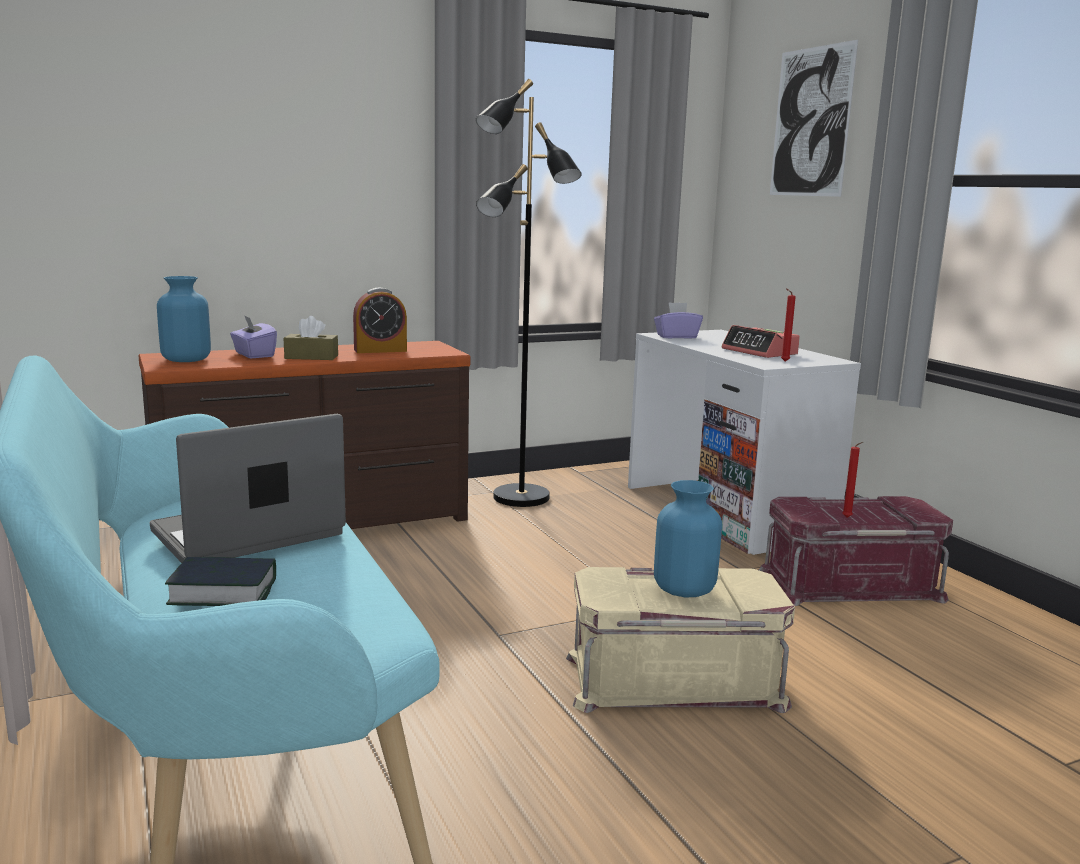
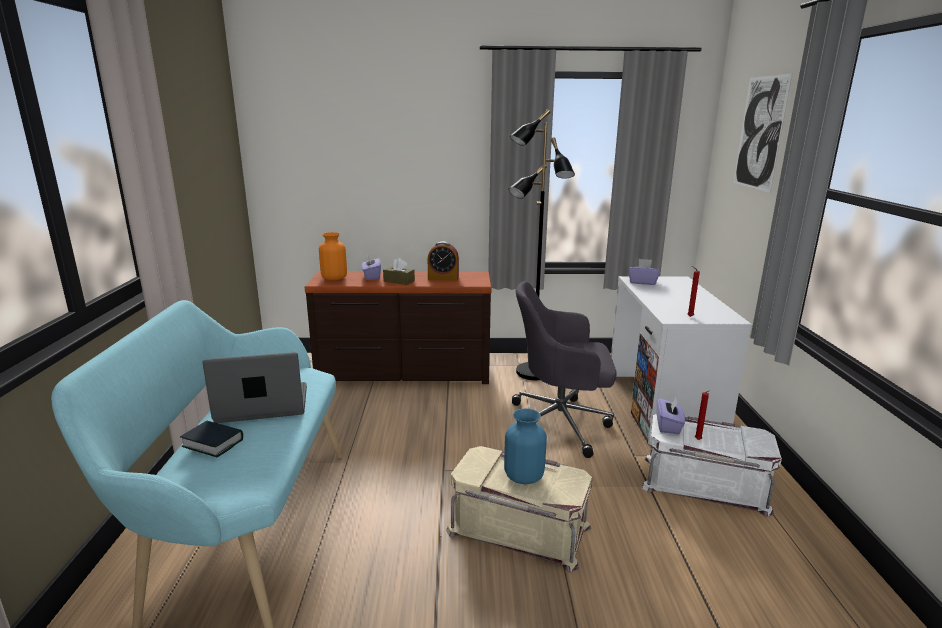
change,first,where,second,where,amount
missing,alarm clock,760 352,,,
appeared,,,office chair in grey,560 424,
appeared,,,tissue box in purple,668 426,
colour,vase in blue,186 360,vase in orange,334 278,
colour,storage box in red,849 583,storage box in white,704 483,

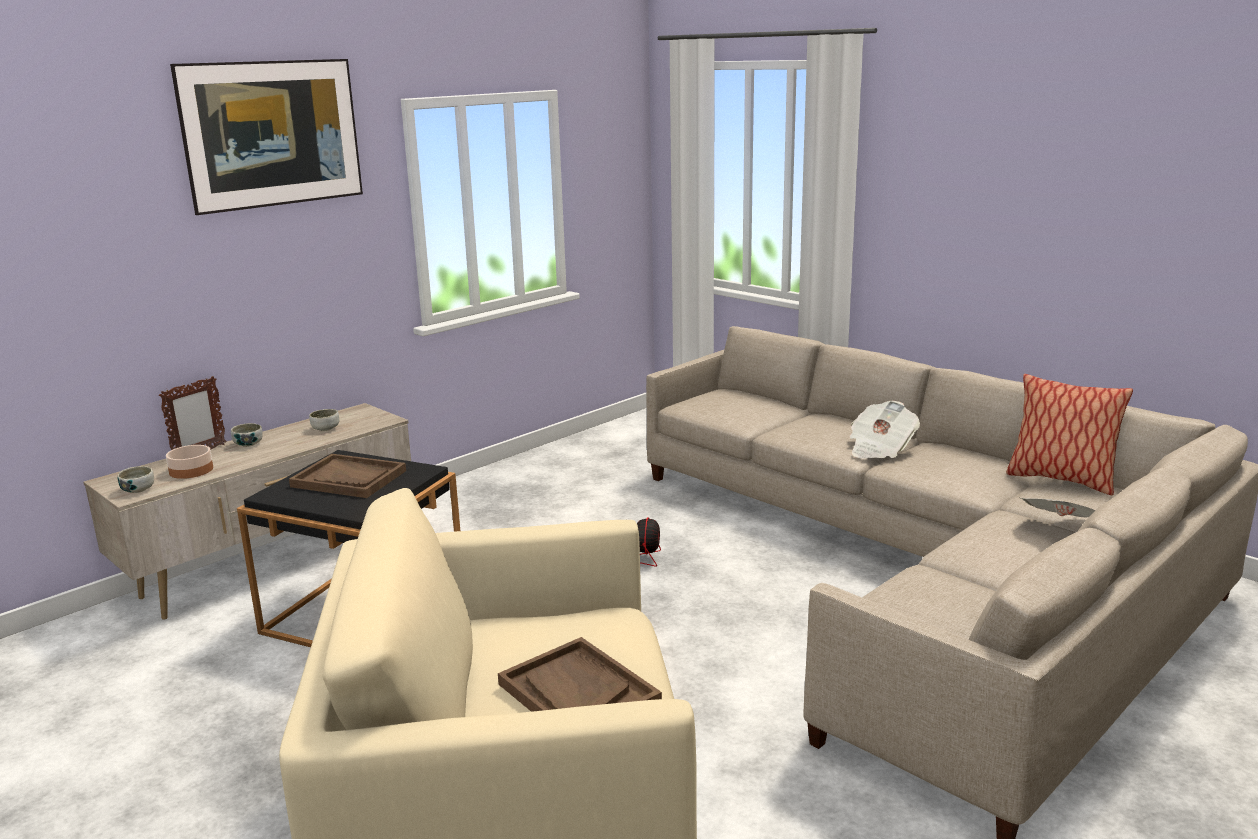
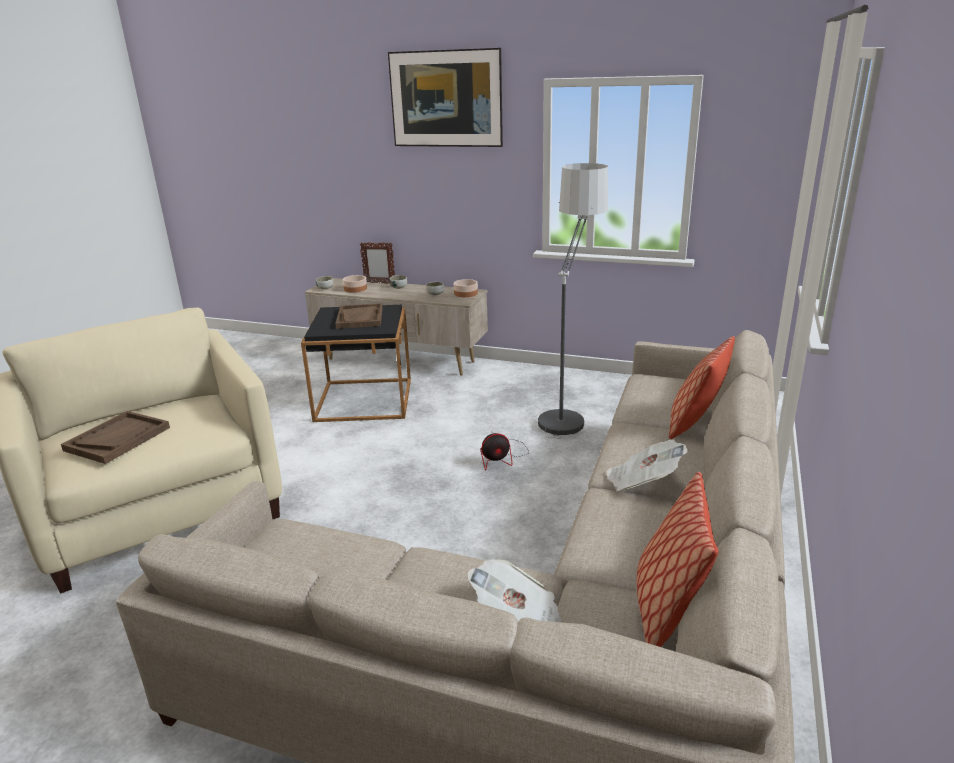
change,first,where,second,where,amount
appeared,,,bowl,465 293,
appeared,,,floor lamp,567 409,
appeared,,,pillow,696 424,

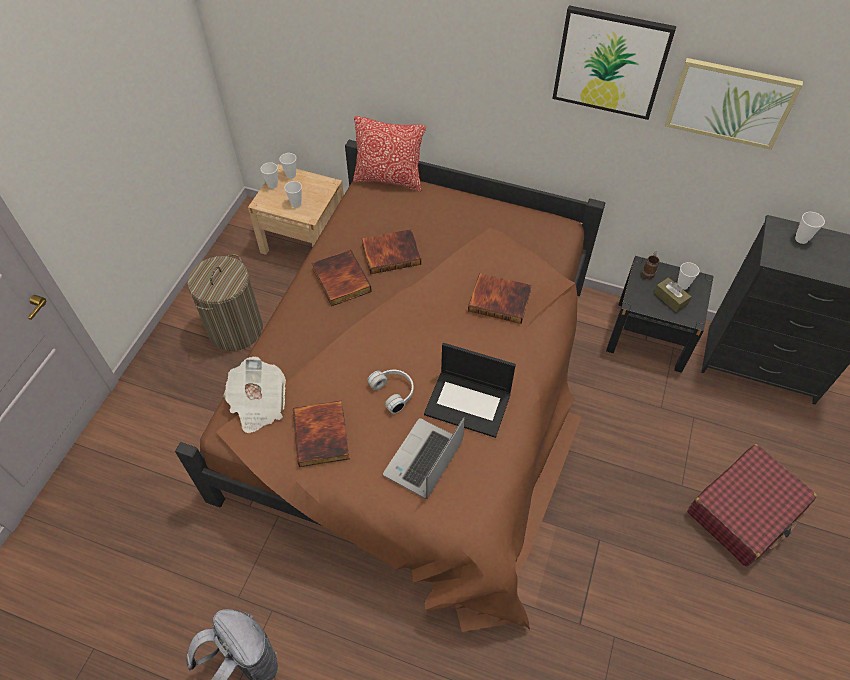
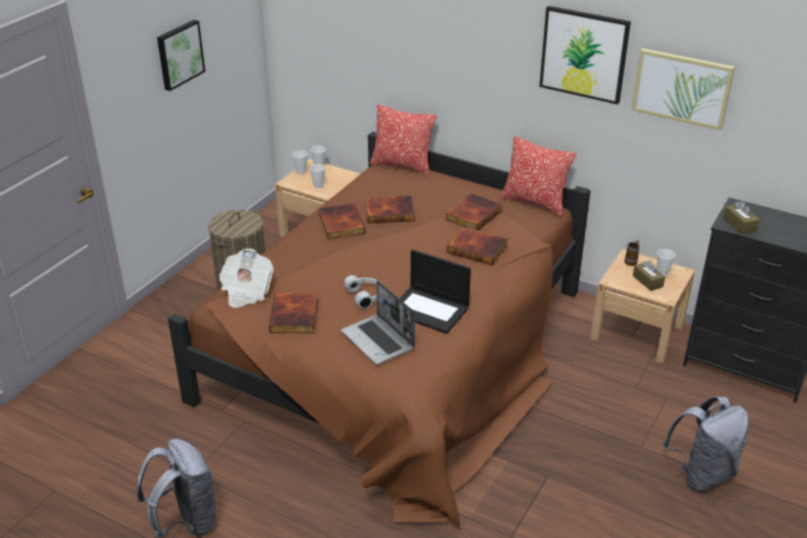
change,first,where,second,where,amount
missing,cup,801 239,,,
appeared,,,picture,179 54,
appeared,,,book,472 214,
appeared,,,pillow,534 203,
appeared,,,tissue box in brown,739 225,
exchanged,suitcase in red,745 510,backpack in grey,702 474,
colour,nightstand in black,649 335,nightstand in beige,637 332,
spun,laptop,424 460,,379 341,75 degrees counterclockwise

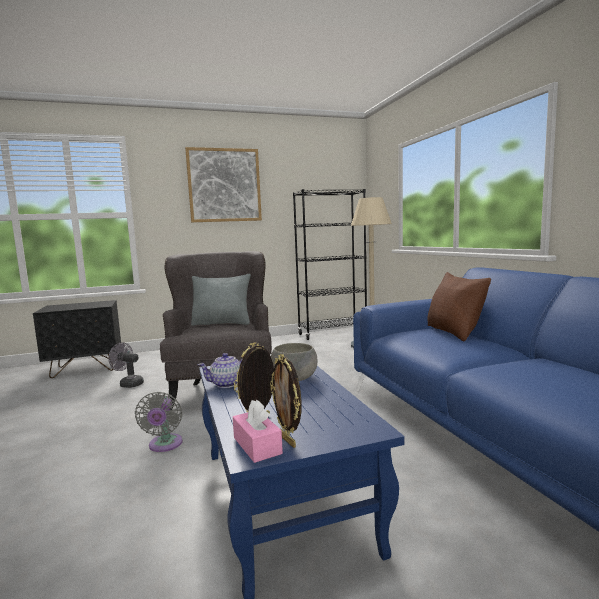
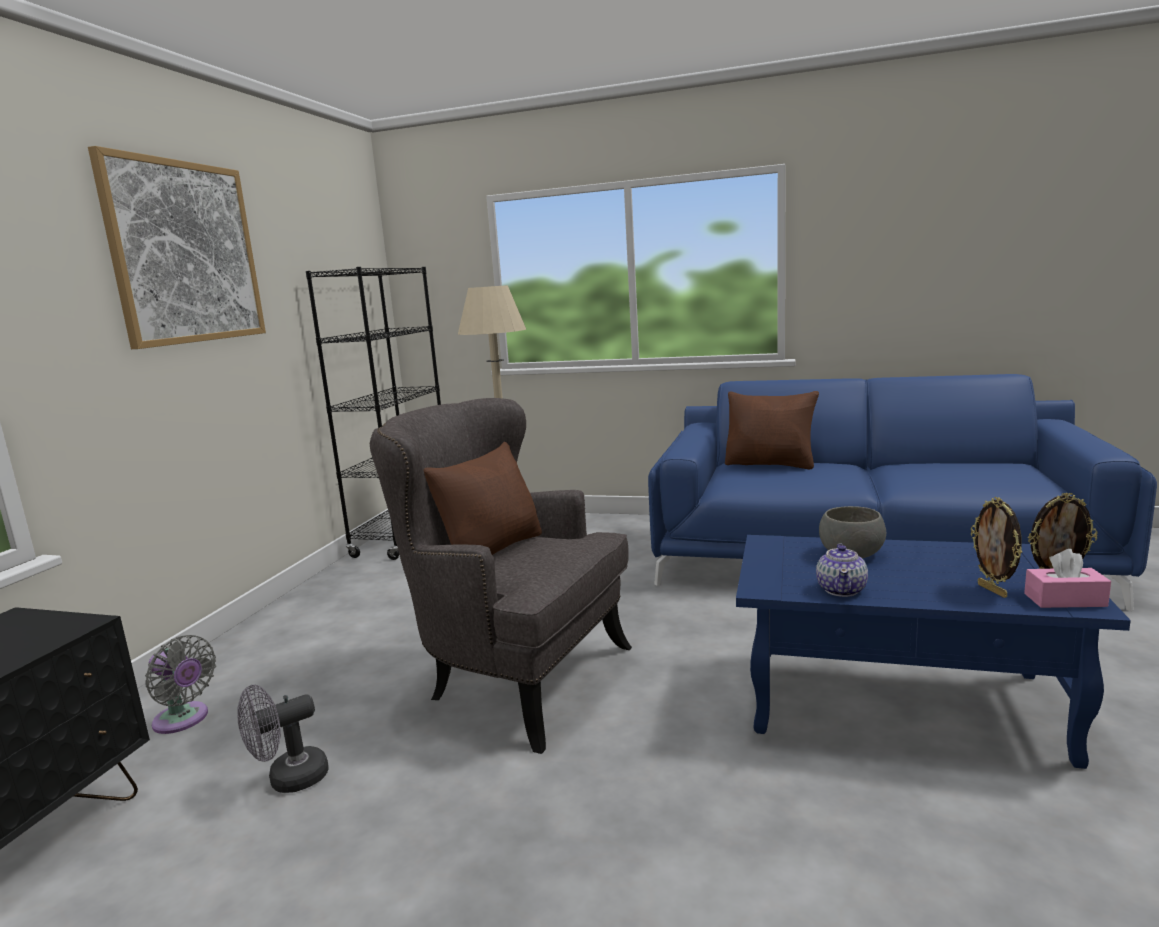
change,first,where,second,where,amount
relocated,fan in grey,164 445,,184 720,
colour,pillow in grey,222 323,pillow in brown,493 549,

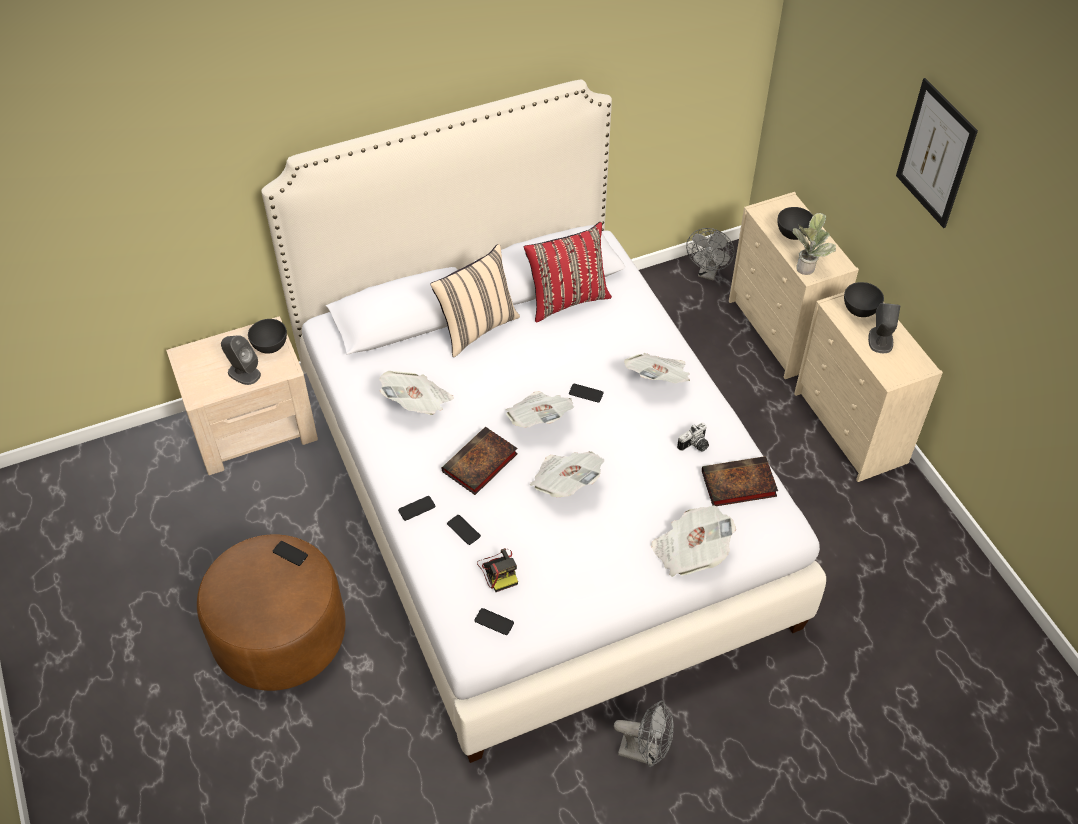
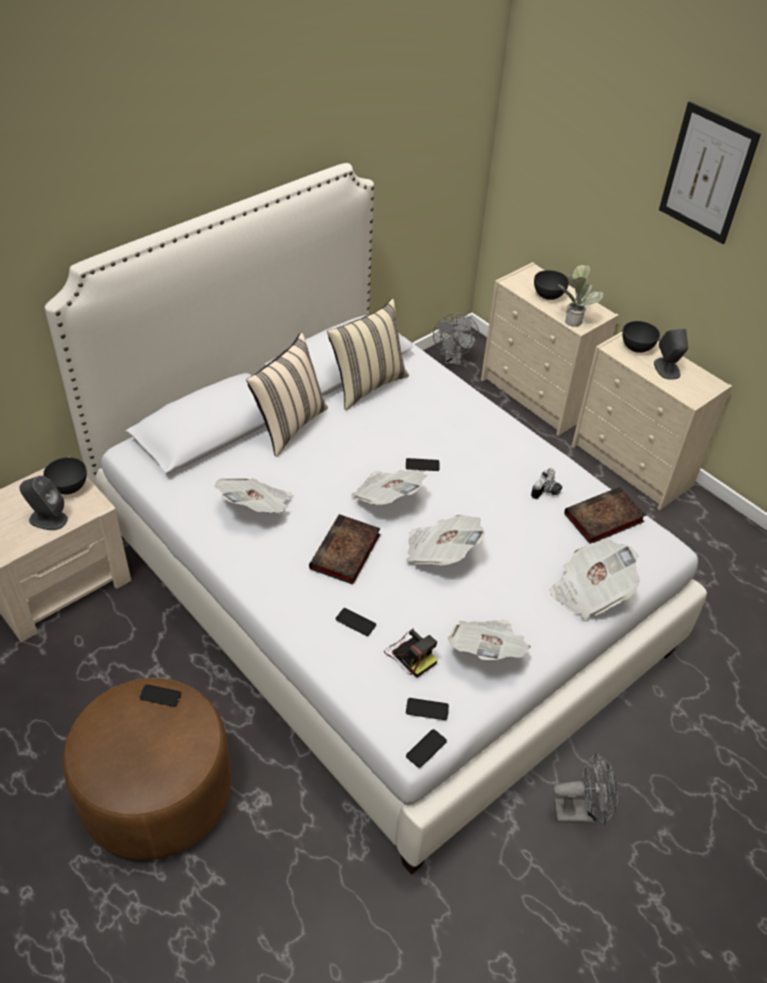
change,first,where,second,where,amount
relocated,phone,417 508,,426 748,
relocated,newspaper,658 379,,487 651,
colour,pillow in red,567 299,pillow in beige,367 385,

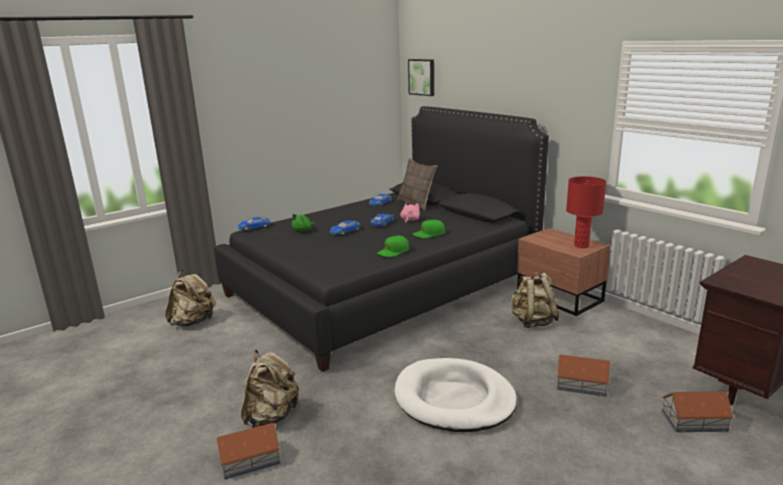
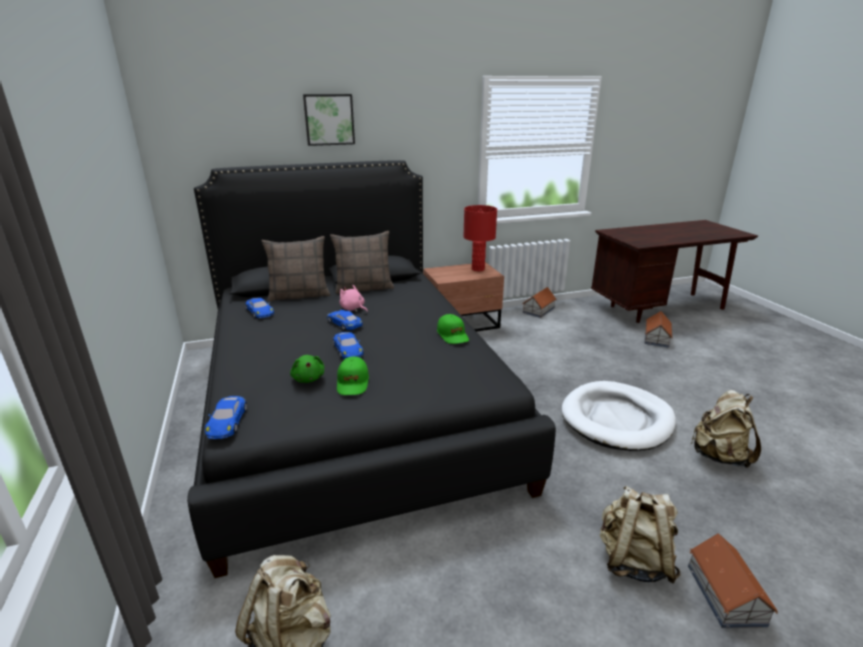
change,first,where,second,where,amount
appeared,,,pillow,364 288,
relocated,picture,422 77,,329 119,
relocated,cap in green,429 234,,353 382,
relocated,backpack in beige,532 322,,719 455,
relocated,toy house,582 384,,539 310,

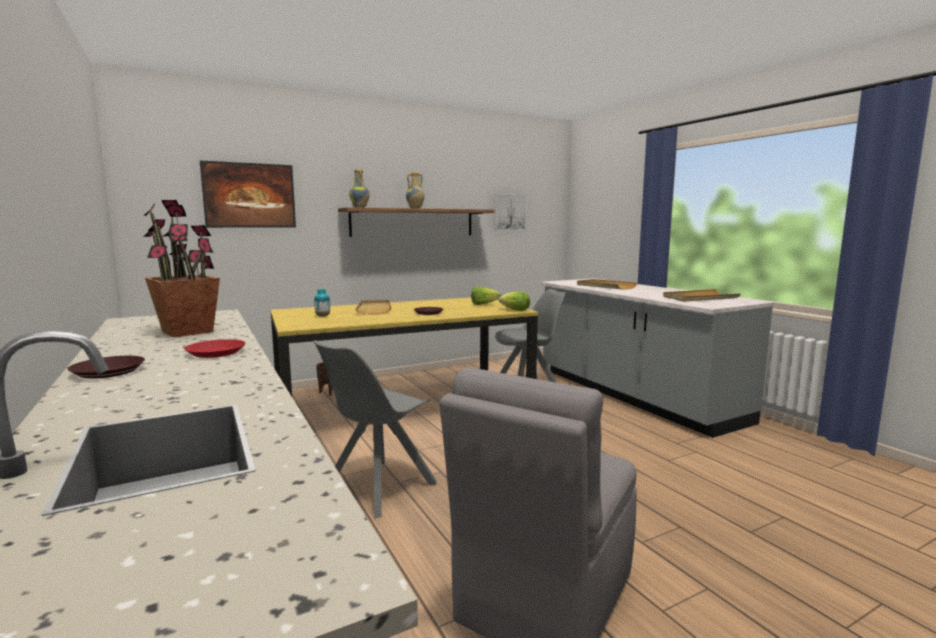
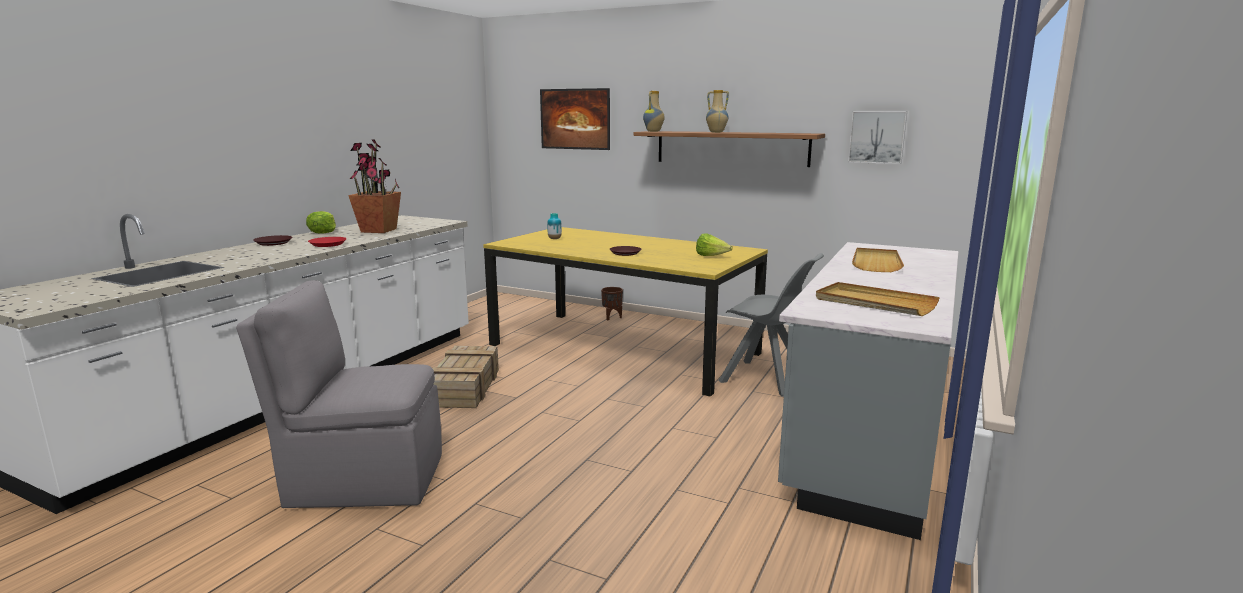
change,first,where,second,where,amount
missing,tray in beige,374 309,,,
relocated,lettuce,515 310,,323 232,
exchanged,chair in grey,377 488,crate,465 386,

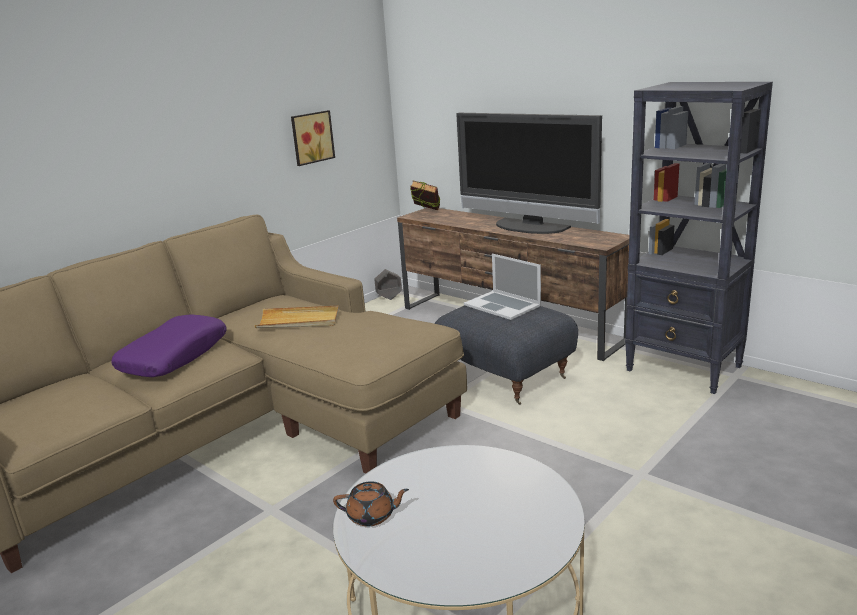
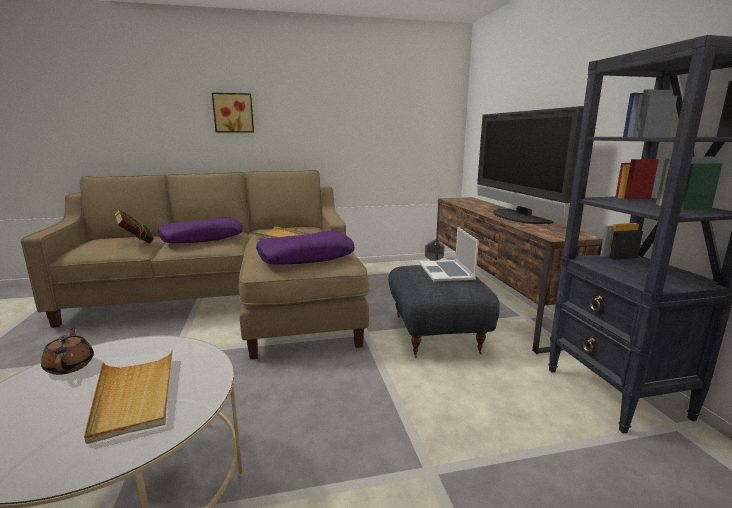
change,first,where,second,where,amount
appeared,,,tray in beige,134 396,
appeared,,,pillow in purple,306 257,
relocated,picture,311 137,,233 113,
relocated,book,426 212,,136 243,
spun,teapot in brown,372 516,,70 366,150 degrees counterclockwise

